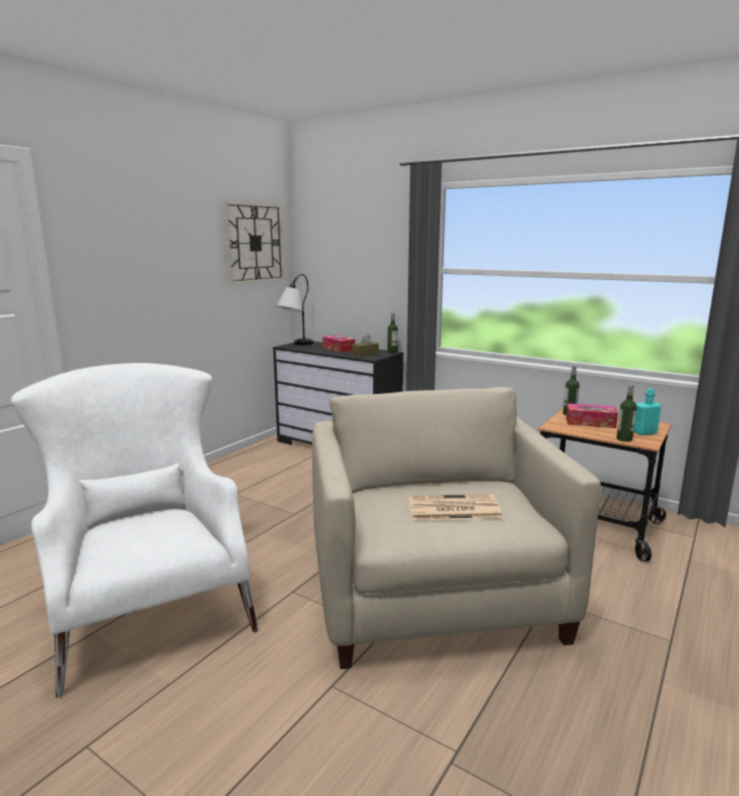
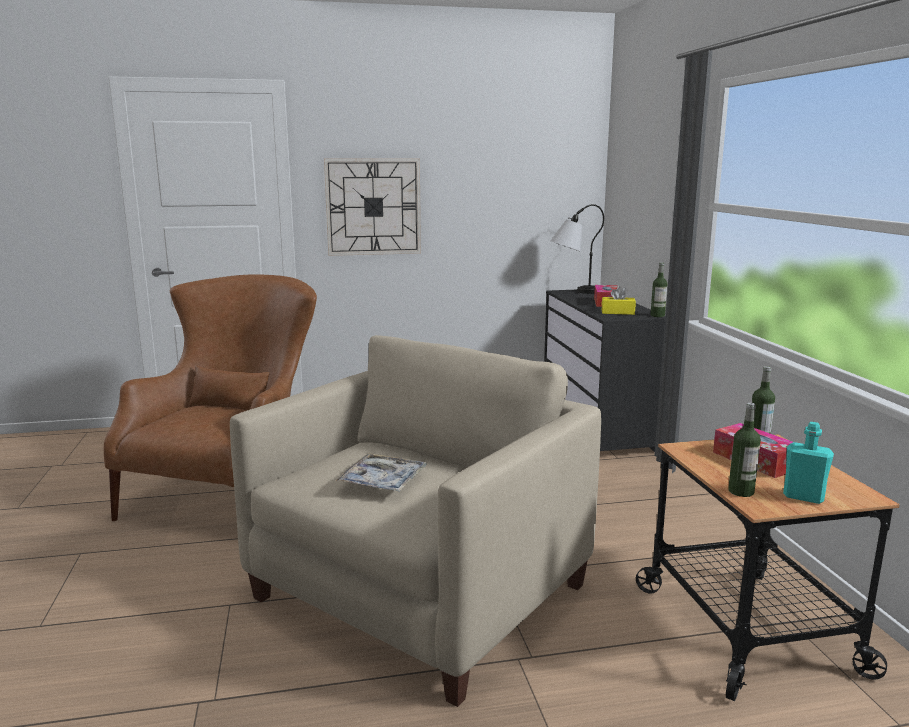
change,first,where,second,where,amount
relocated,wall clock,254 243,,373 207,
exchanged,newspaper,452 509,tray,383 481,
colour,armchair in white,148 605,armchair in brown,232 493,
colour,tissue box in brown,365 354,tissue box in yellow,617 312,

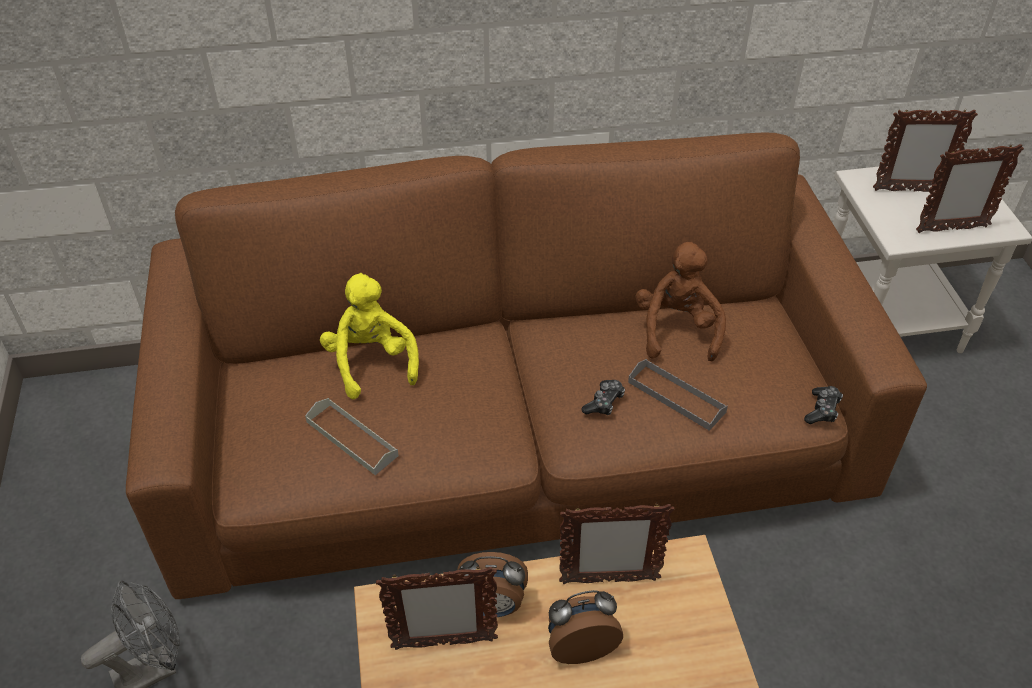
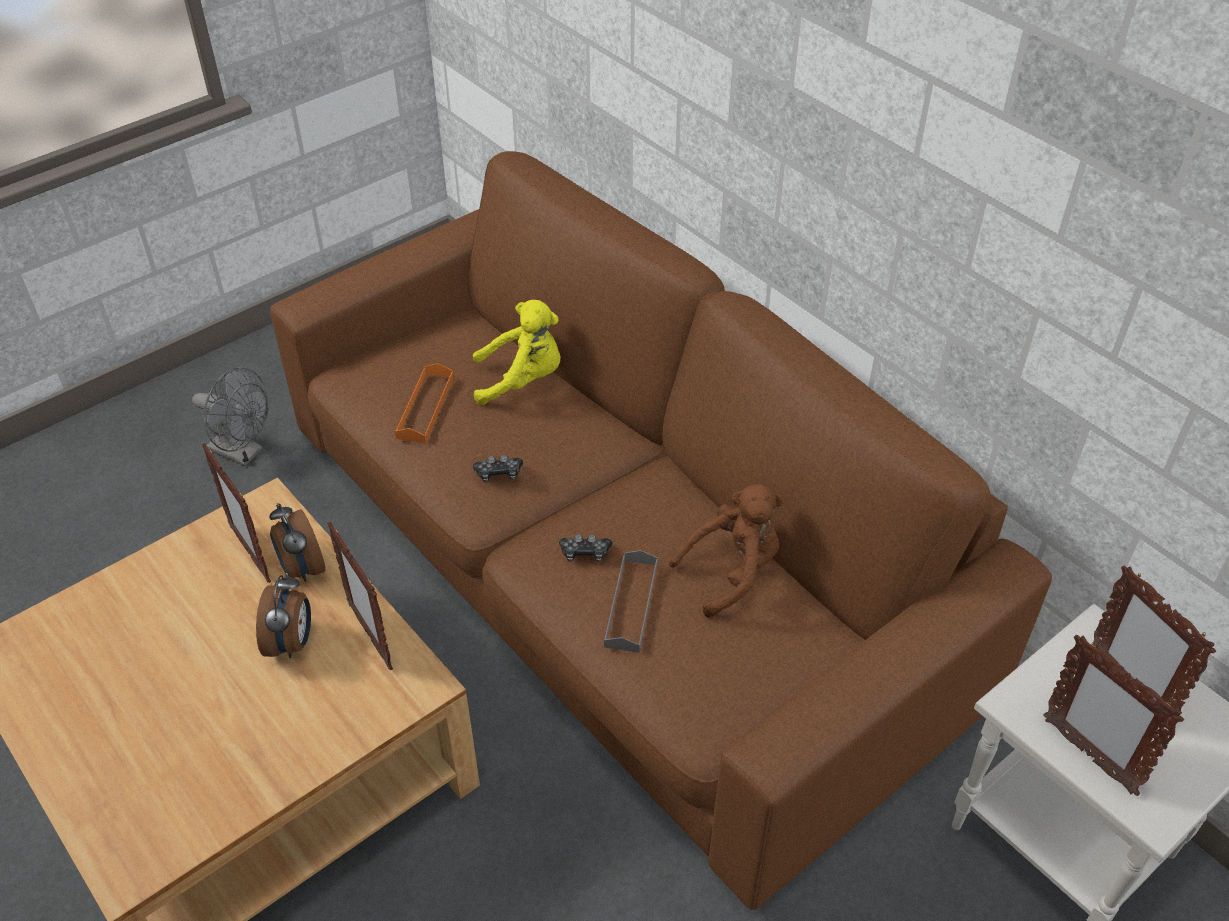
change,first,where,second,where,amount
relocated,game controller,822 410,,498 474,
colour,tray in grey,352 438,tray in orange,425 407,
spun,plush toy in yellow,371 362,,522 380,45 degrees clockwise
spun,alarm clock,580 645,,292 642,45 degrees clockwise

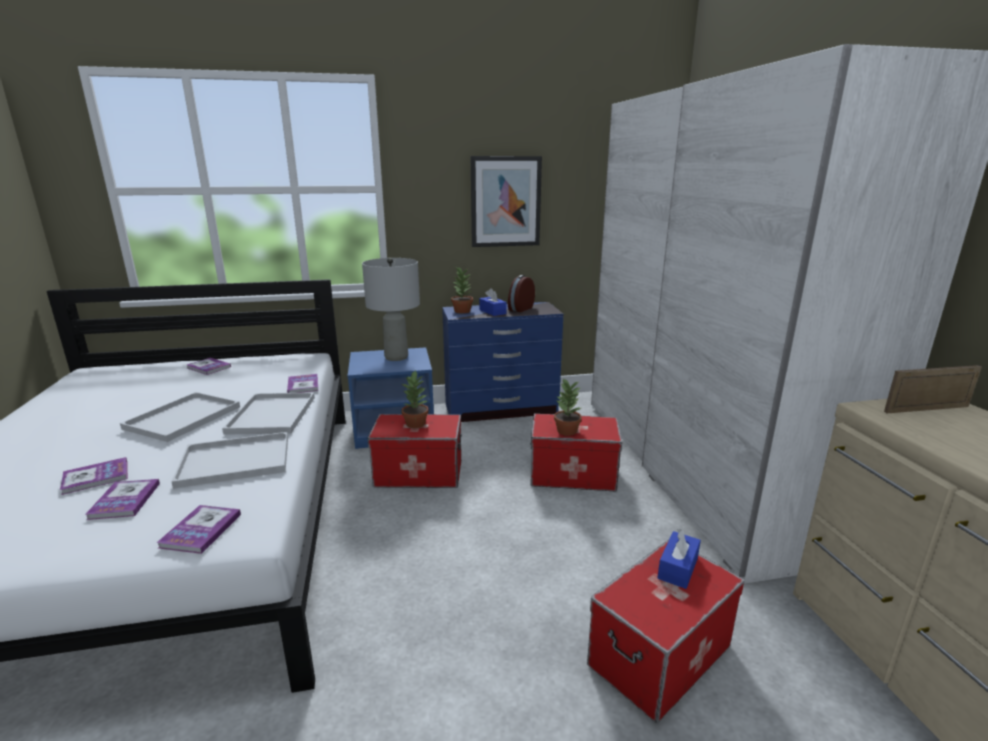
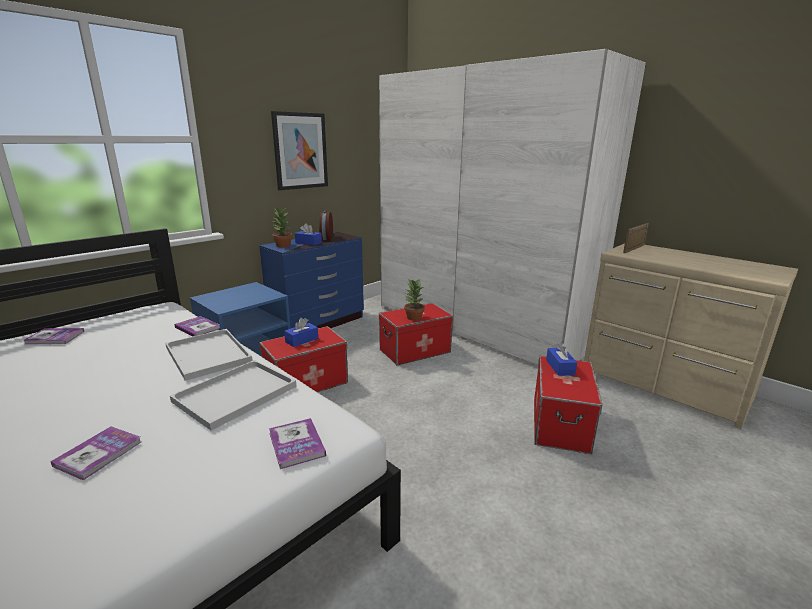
change,first,where,second,where,amount
missing,book,125 500,,,
missing,tray in white,182 418,,,
missing,table lamp in grey,396 357,,,
exchanged,potted plant,416 423,tissue box in blue,302 340,

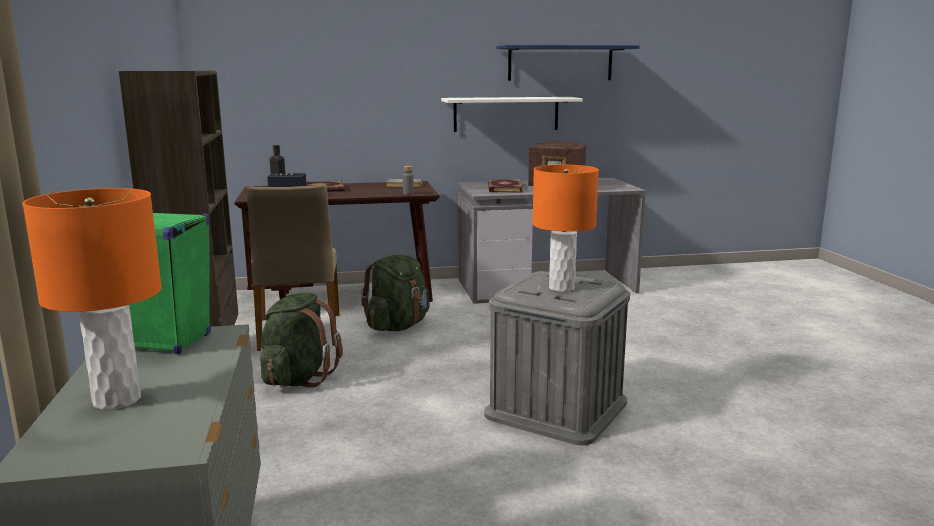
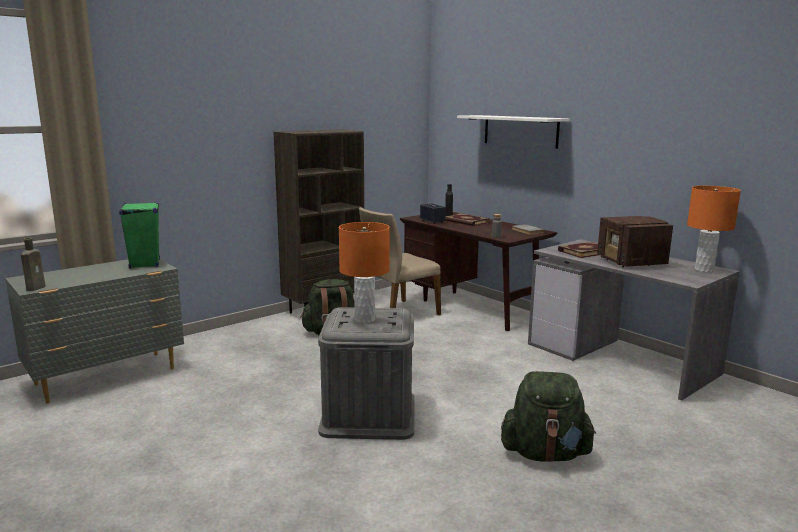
change,first,where,second,where,amount
missing,shelf in blue,560 63,,,
appeared,,,bottle in brown,37 287,
relocated,table lamp in orange,116 400,,704 270,
relocated,backpack in green,398 326,,545 454,
relocated,shelf in white,506 114,,520 131,

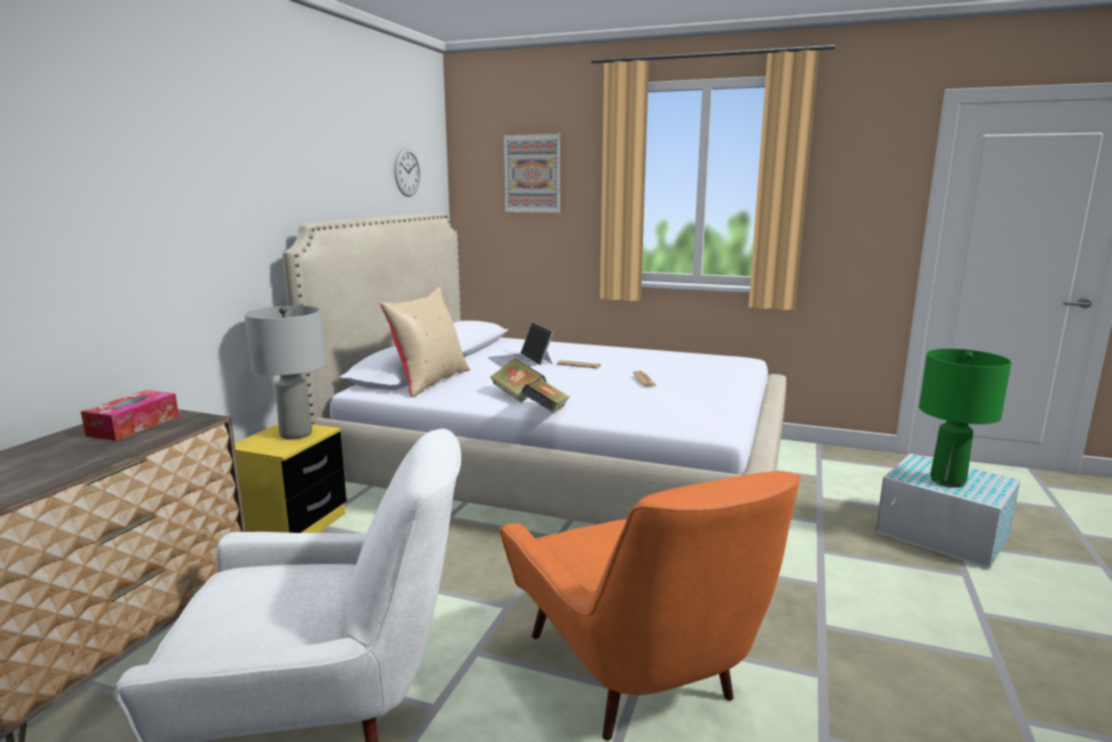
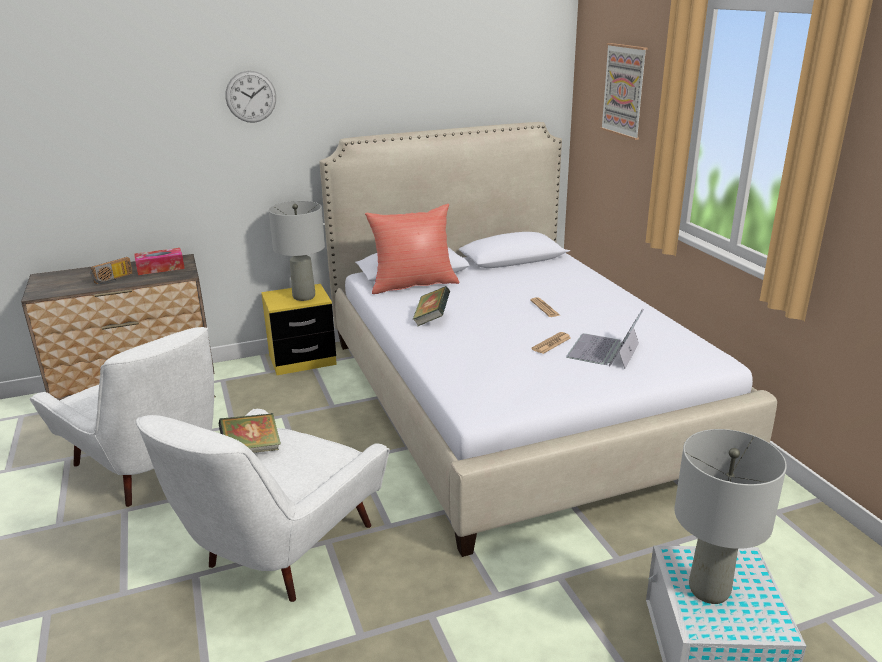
change,first,where,second,where,amount
appeared,,,radio,114 279,
relocated,wall clock,407 172,,251 96,
relocated,laptop,520 360,,604 351,
relocated,book,546 412,,252 449,
colour,pillow in beige,430 381,pillow in red,413 284,
colour,armchair in orange,640 677,armchair in white,279 554,
colour,table lamp in green,947 481,table lamp in grey,708 589,

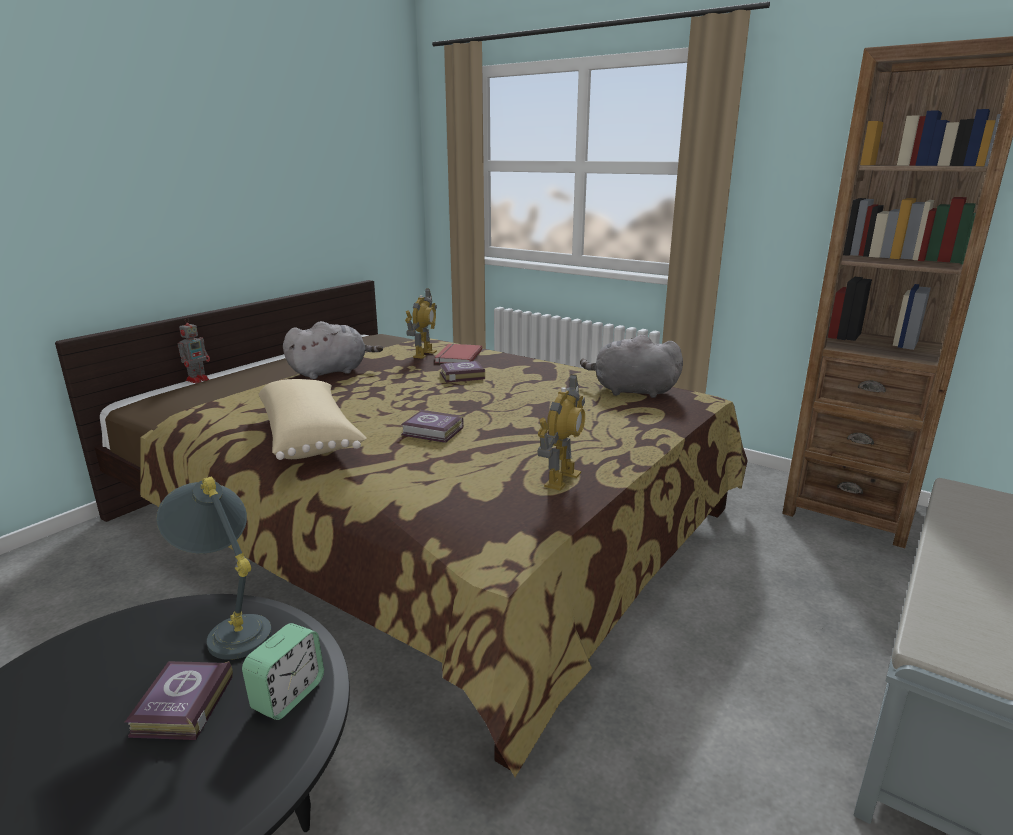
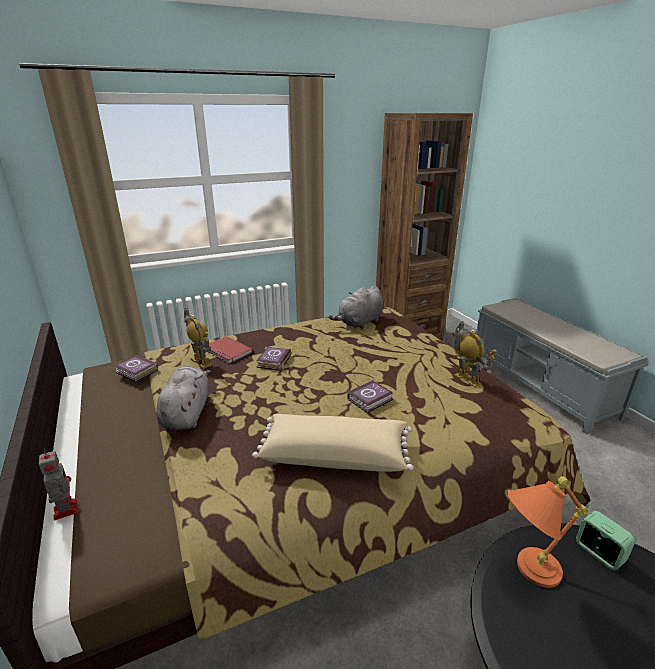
change,first,where,second,where,amount
relocated,book,180 707,,137 372,
colour,table lamp in grey,230 627,table lamp in orange,524 571,

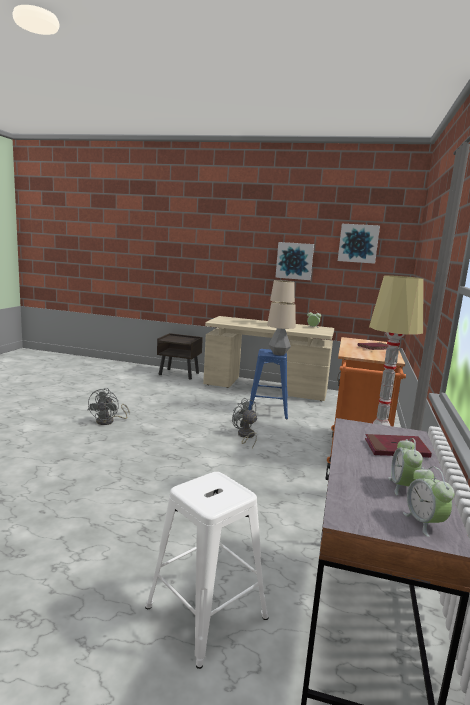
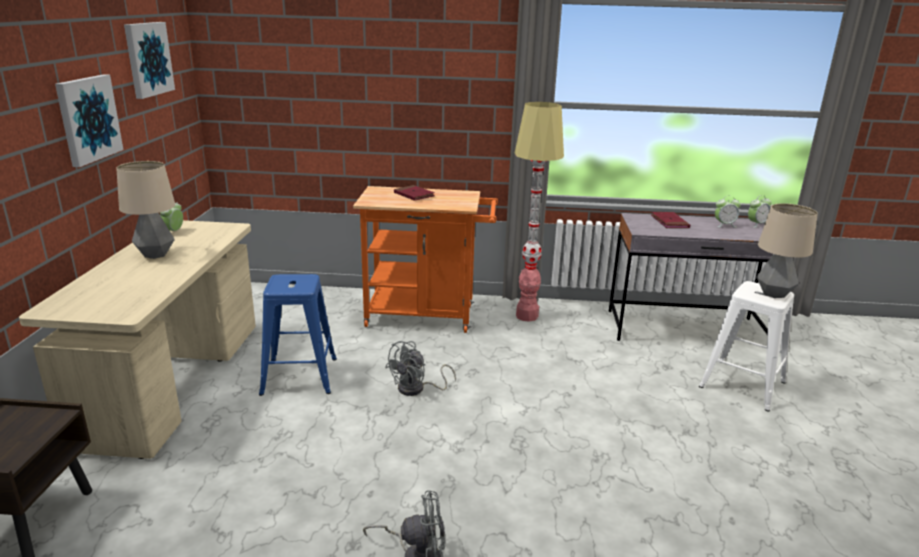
change,first,where,second,where,amount
relocated,table lamp,278 354,,774 294,

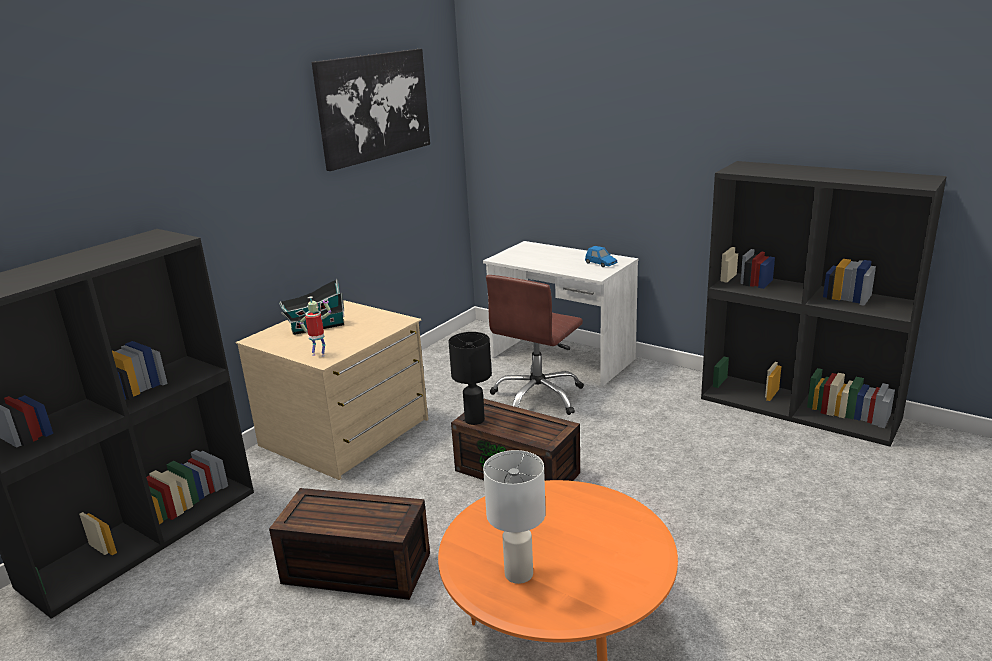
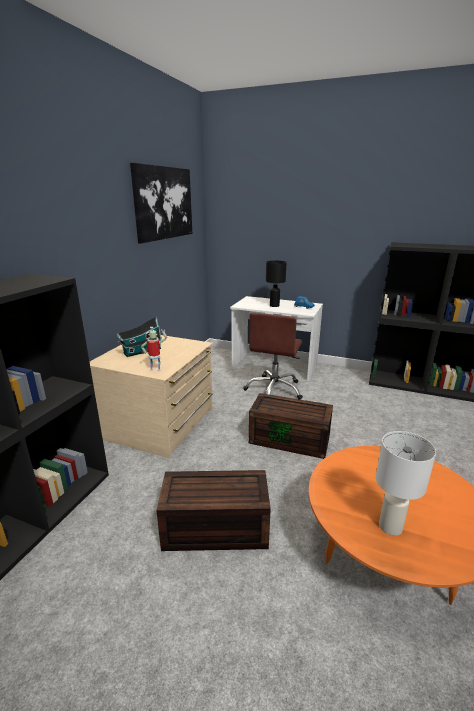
change,first,where,second,where,amount
relocated,table lamp in black,474 420,,274 305,

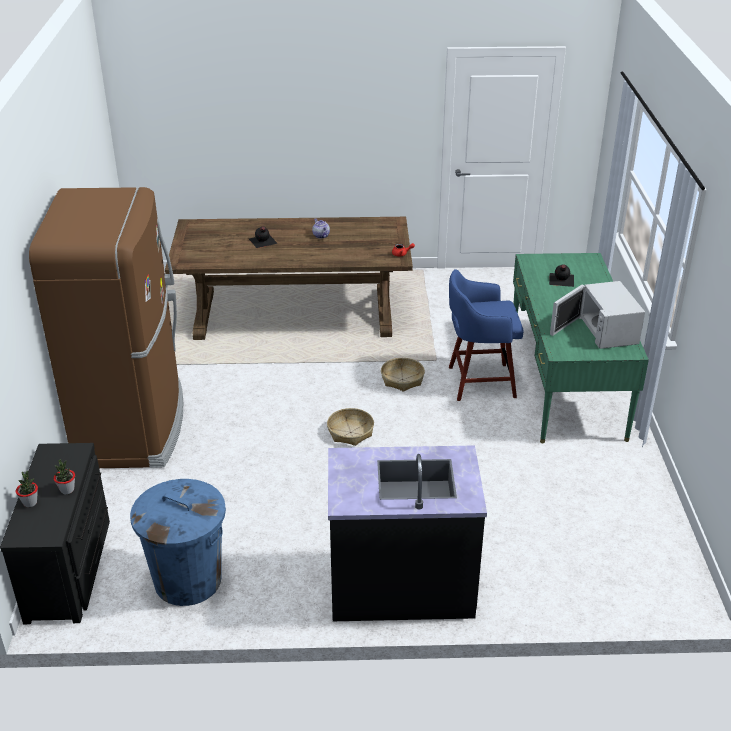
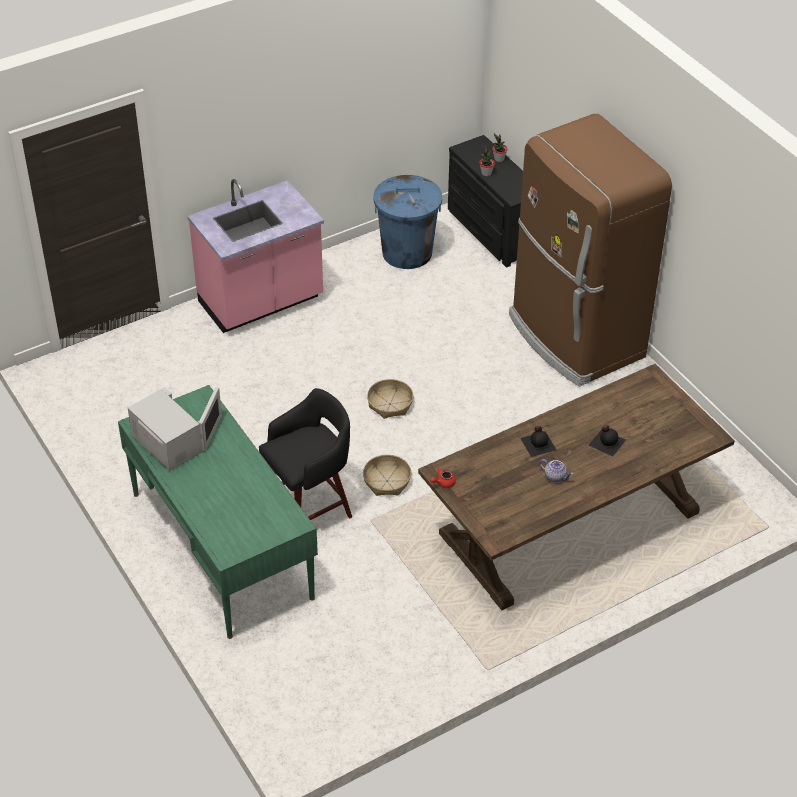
change,first,where,second,where,amount
relocated,bottle in black,561 279,,538 443,
colour,counter in black,401 584,counter in pink,261 302,
colour,stool in blue,479 382,stool in black,310 509,

